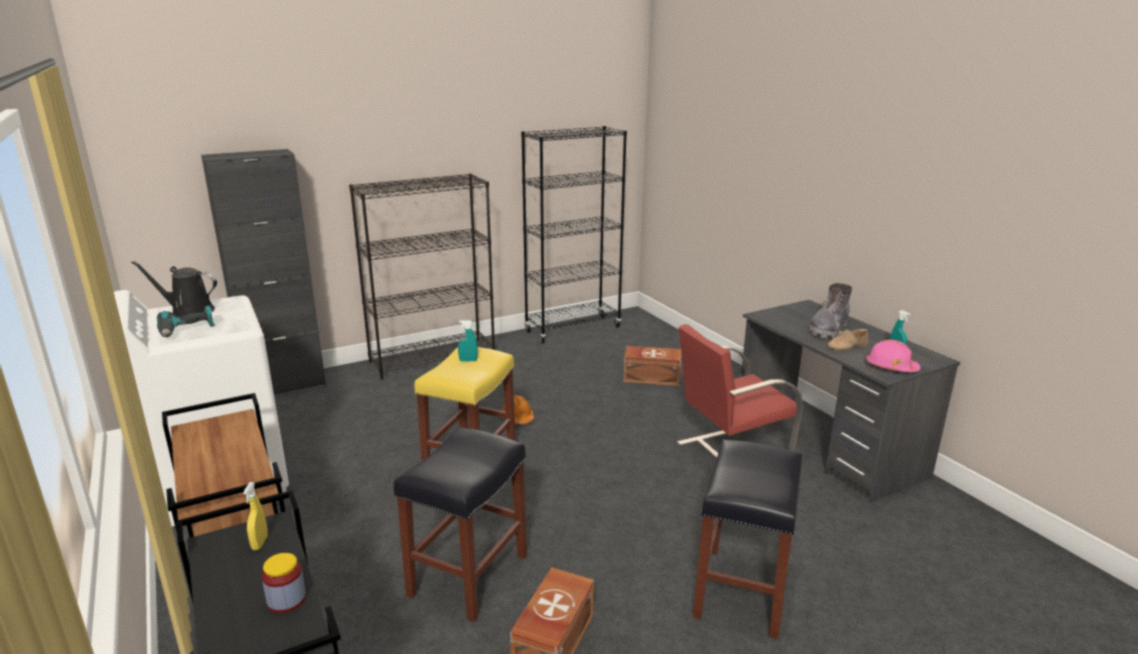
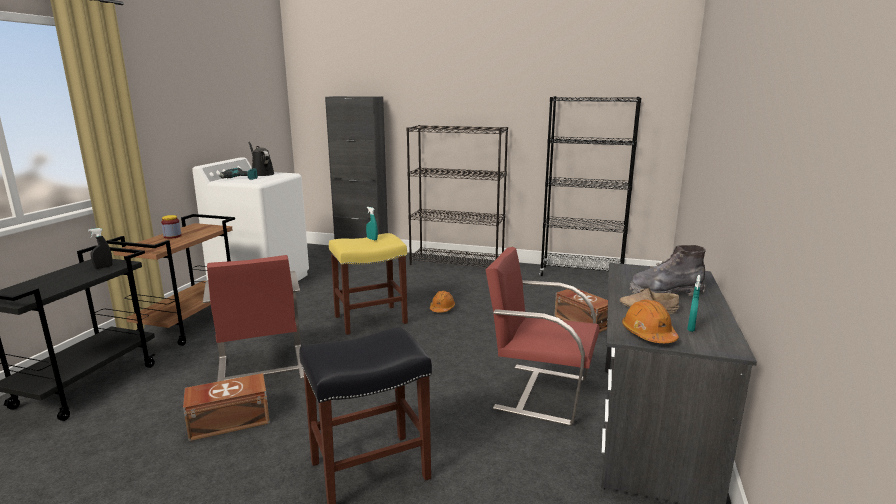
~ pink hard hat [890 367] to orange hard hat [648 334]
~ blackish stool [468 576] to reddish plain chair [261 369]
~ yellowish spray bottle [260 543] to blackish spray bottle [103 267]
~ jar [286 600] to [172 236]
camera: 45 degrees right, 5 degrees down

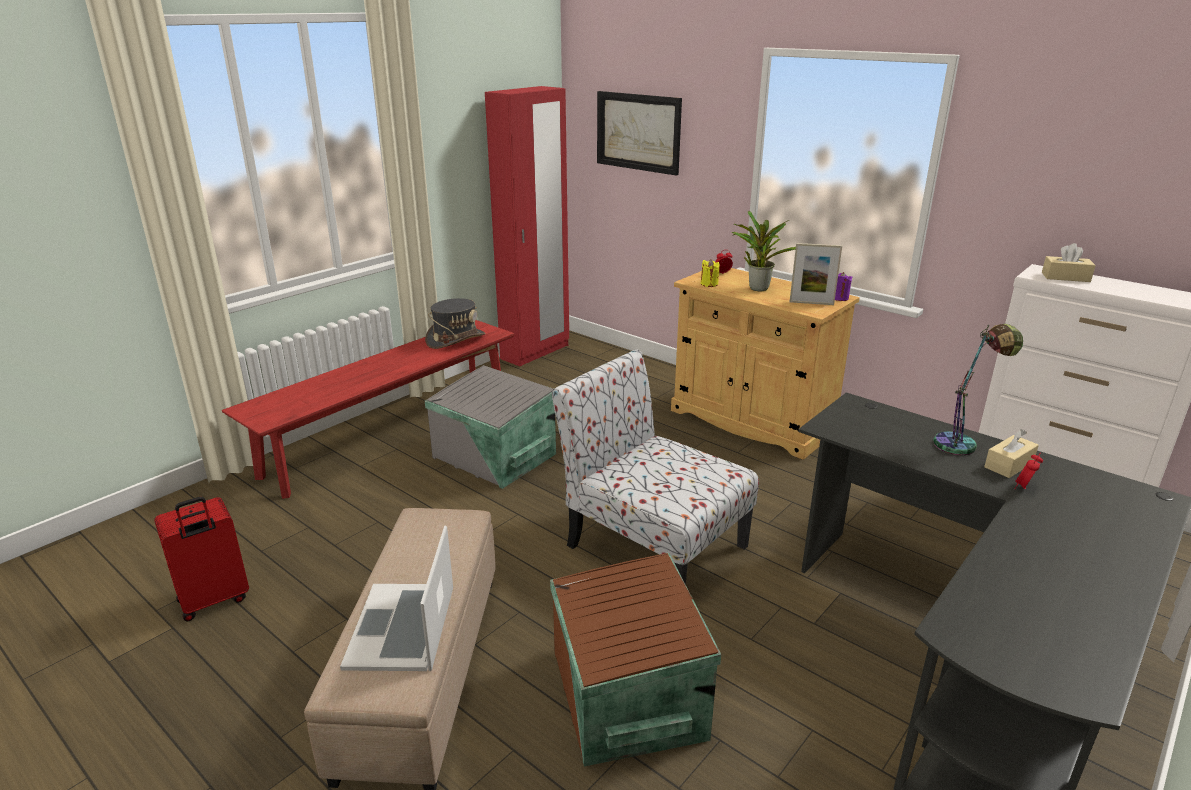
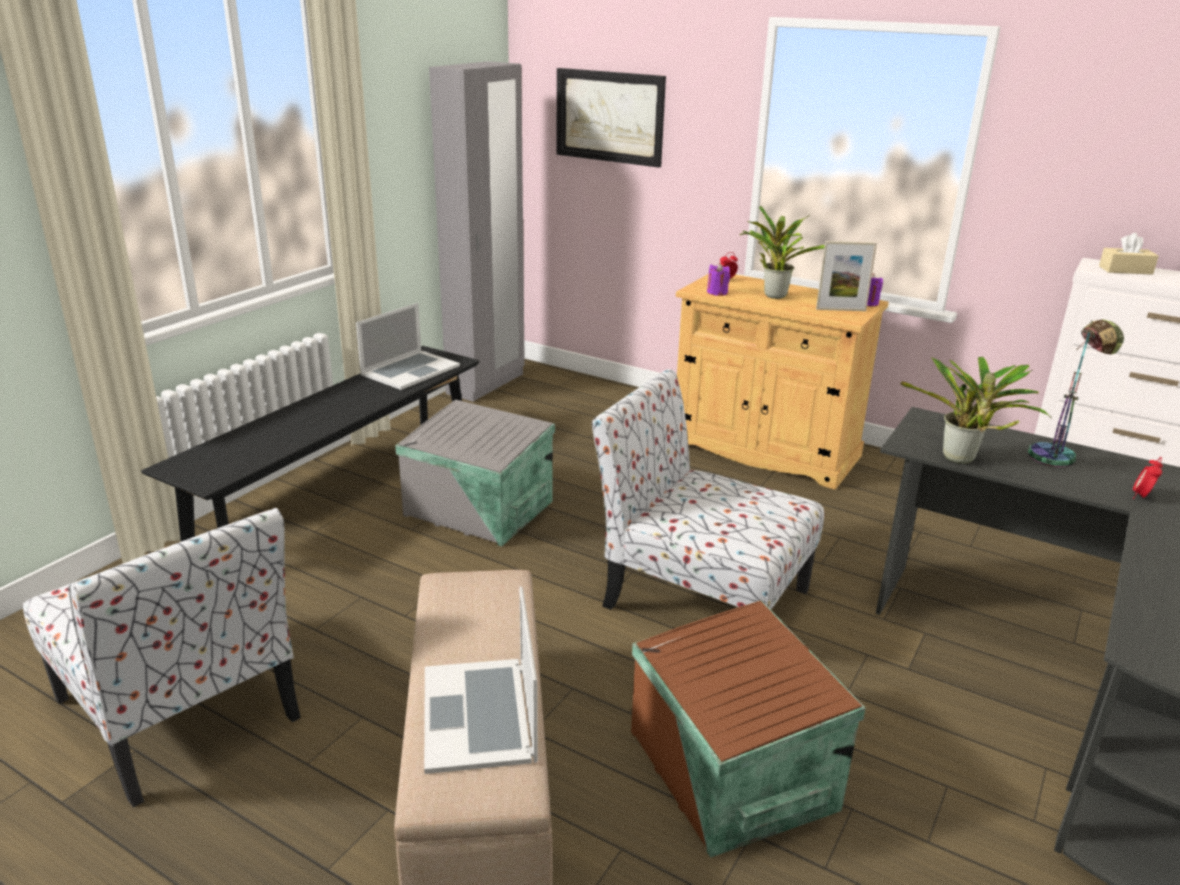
~ reddish wardrobe [535 352] to greyish wardrobe [486 384]
~ yellowish wax candle [709 284] to purplish wax candle [717 292]
~ greyish hat [455 339] to laptop [410 370]
~ reddish indoor bench [391 433] to blackish indoor bench [341 490]
- sand-coloured tissue box [1009 465]
~ reddish suitcase [214 601] to plain chair [180 711]
+ houseplant [961 460]
camera: 10 degrees left, 0 degrees up

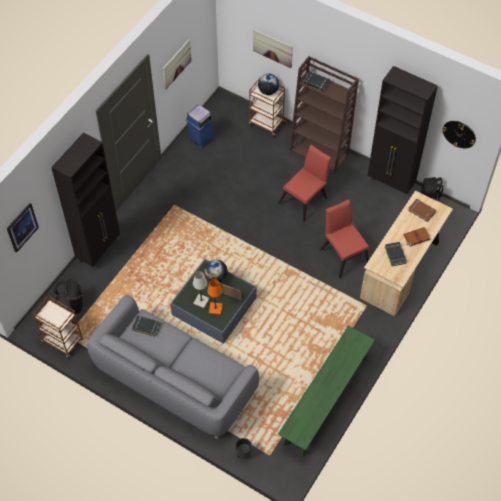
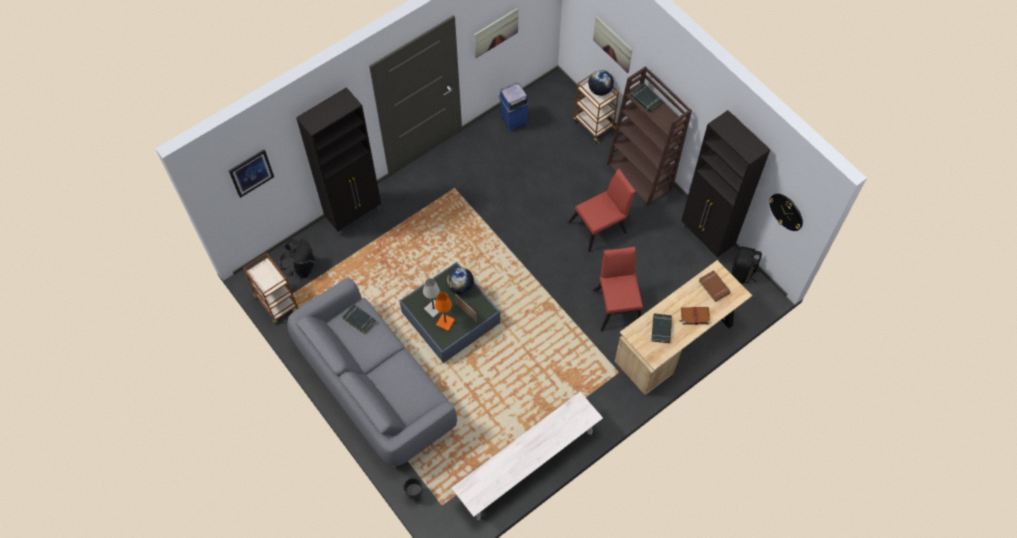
~ greenish indoor bench [325 400] to whitish indoor bench [527 465]
camera: 20 degrees right, 5 degrees up

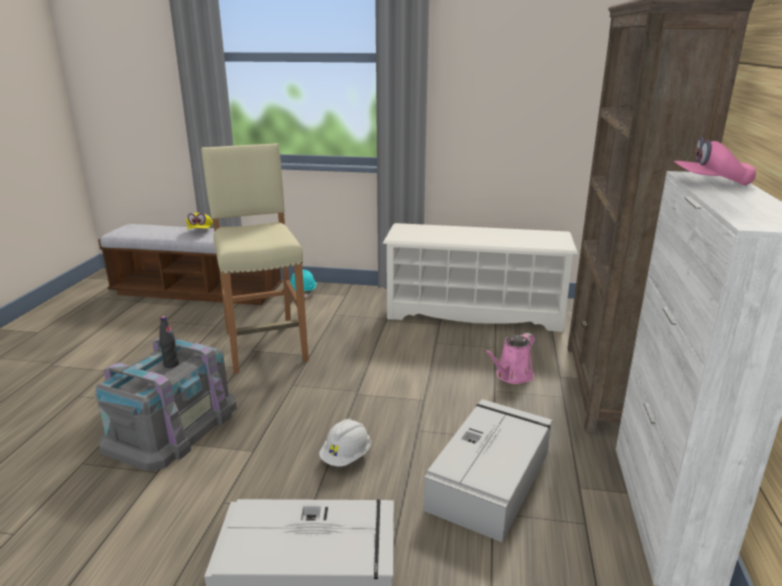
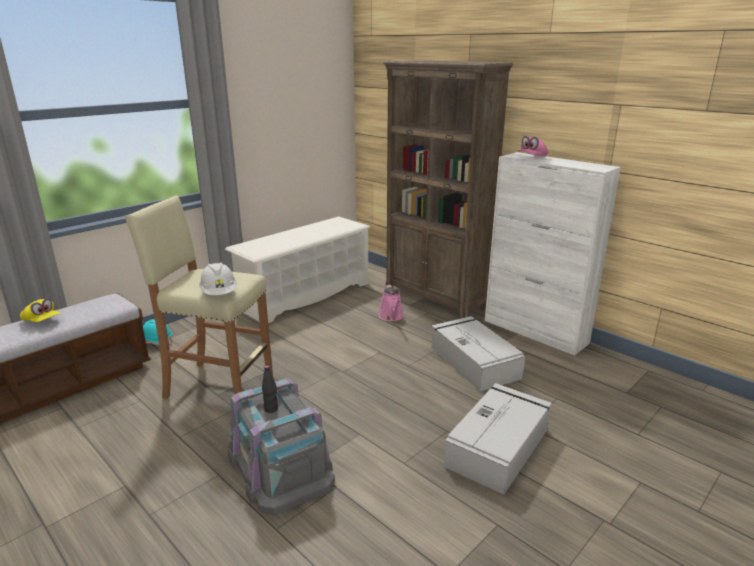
~ whitish hard hat [346 457] to [219 293]
camera: 55 degrees left, 0 degrees up

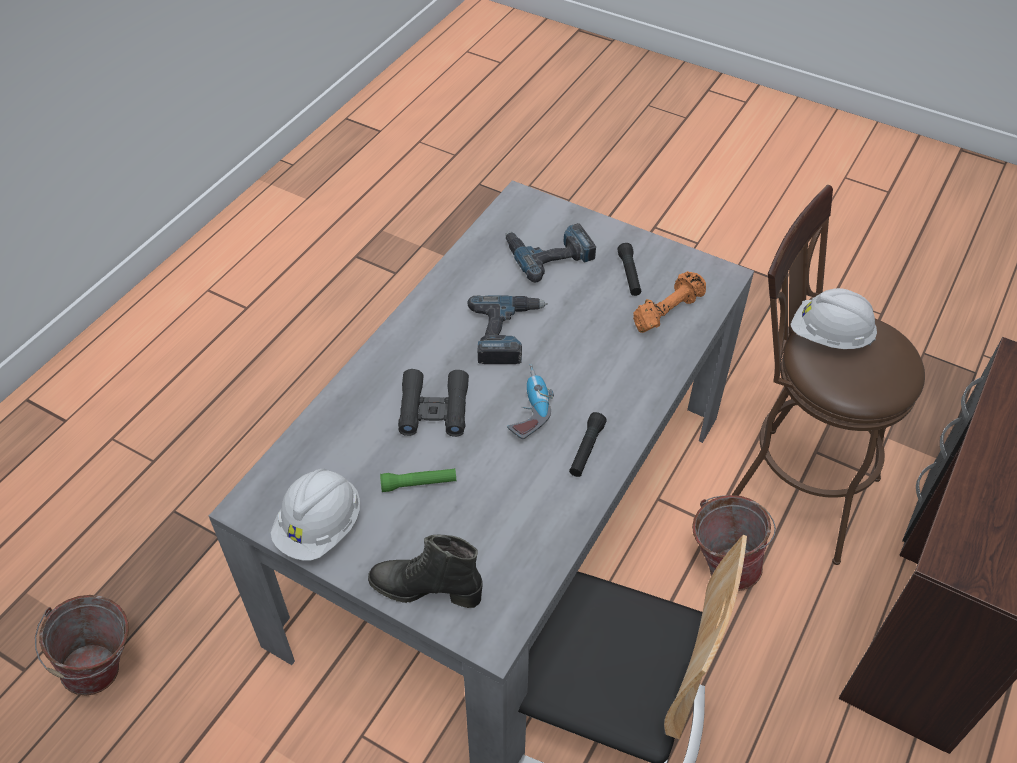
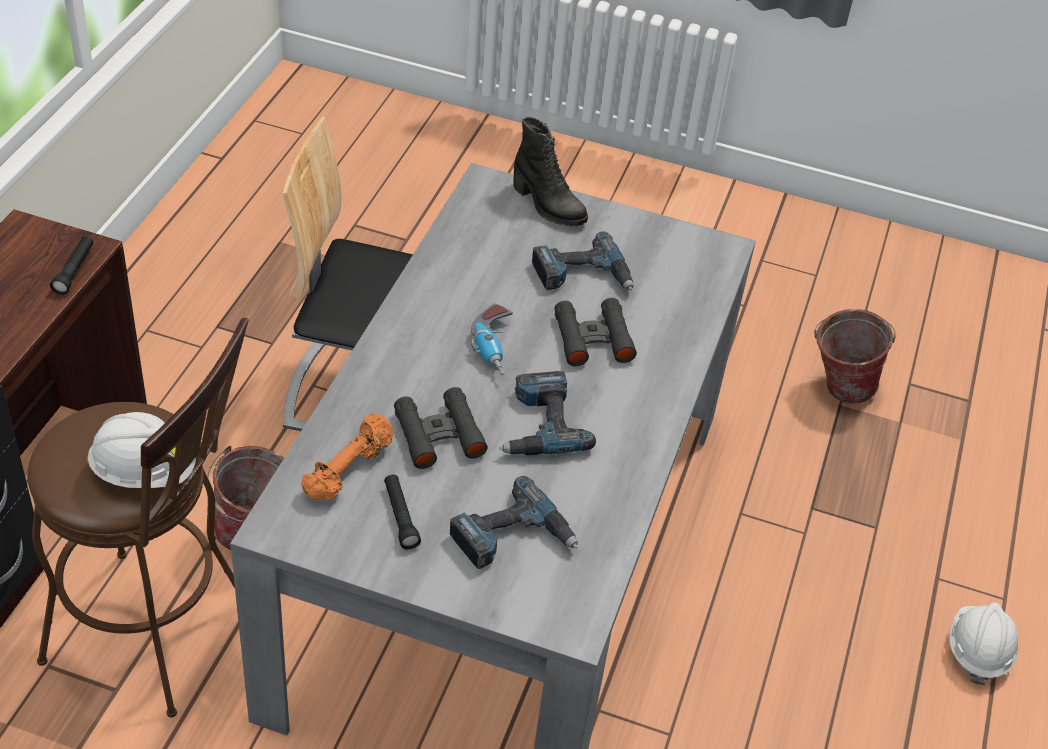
~ blackish hand torch [586 450] to [74 270]
~ greenish hand torch [419 484] to drill [582 275]
~ whitish hard hat [320 528] to [977 651]
~ blackish boot [426 589] = [547 206] 45 degrees clockwise
+ blackish field glasses [438 434]
camera: 165 degrees right, 5 degrees down

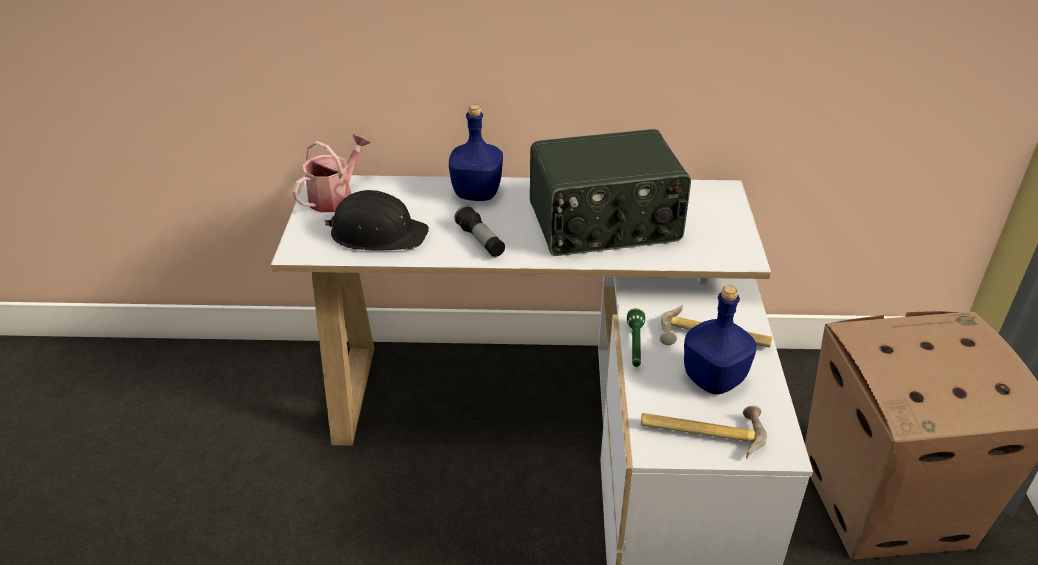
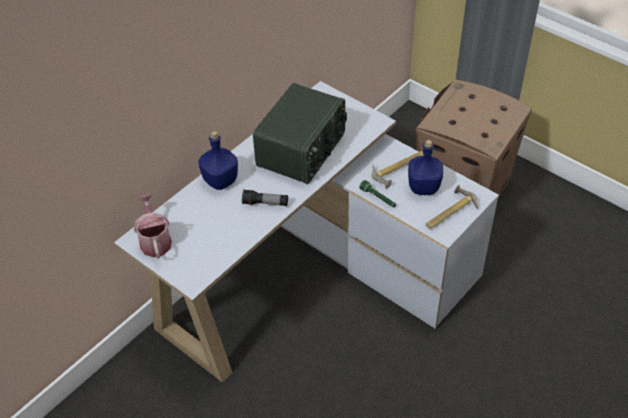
- blackish hard hat [377 233]
camera: 50 degrees left, 10 degrees up

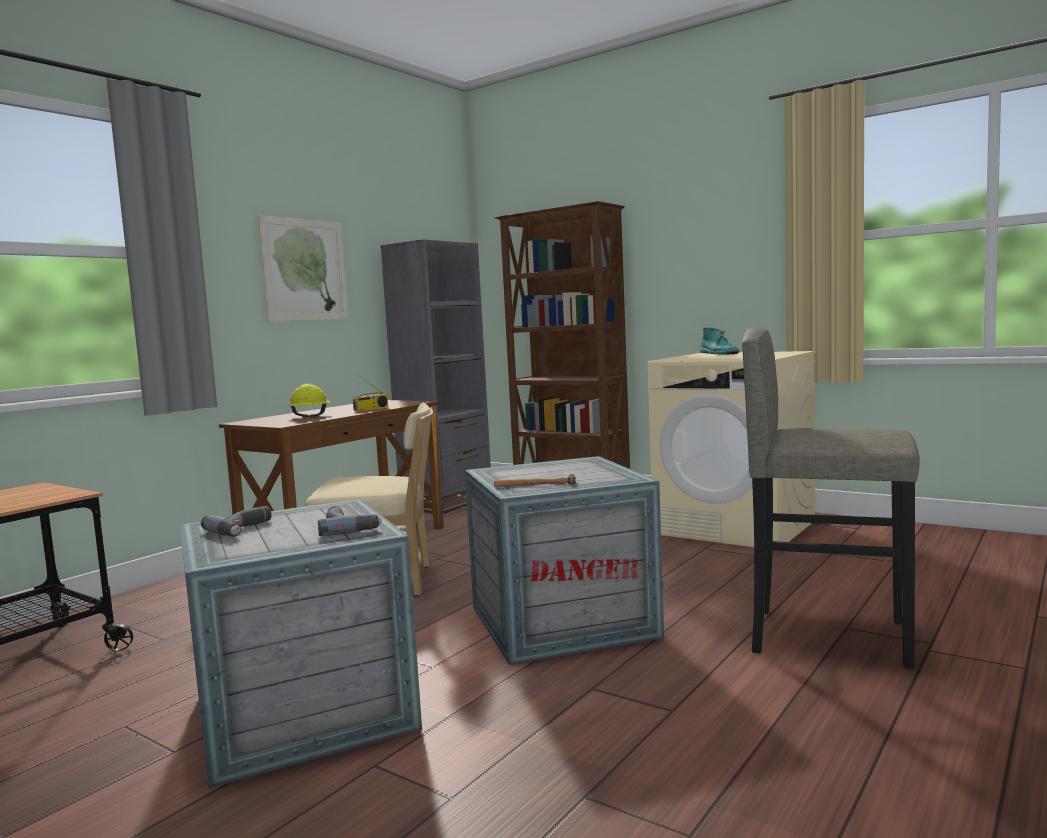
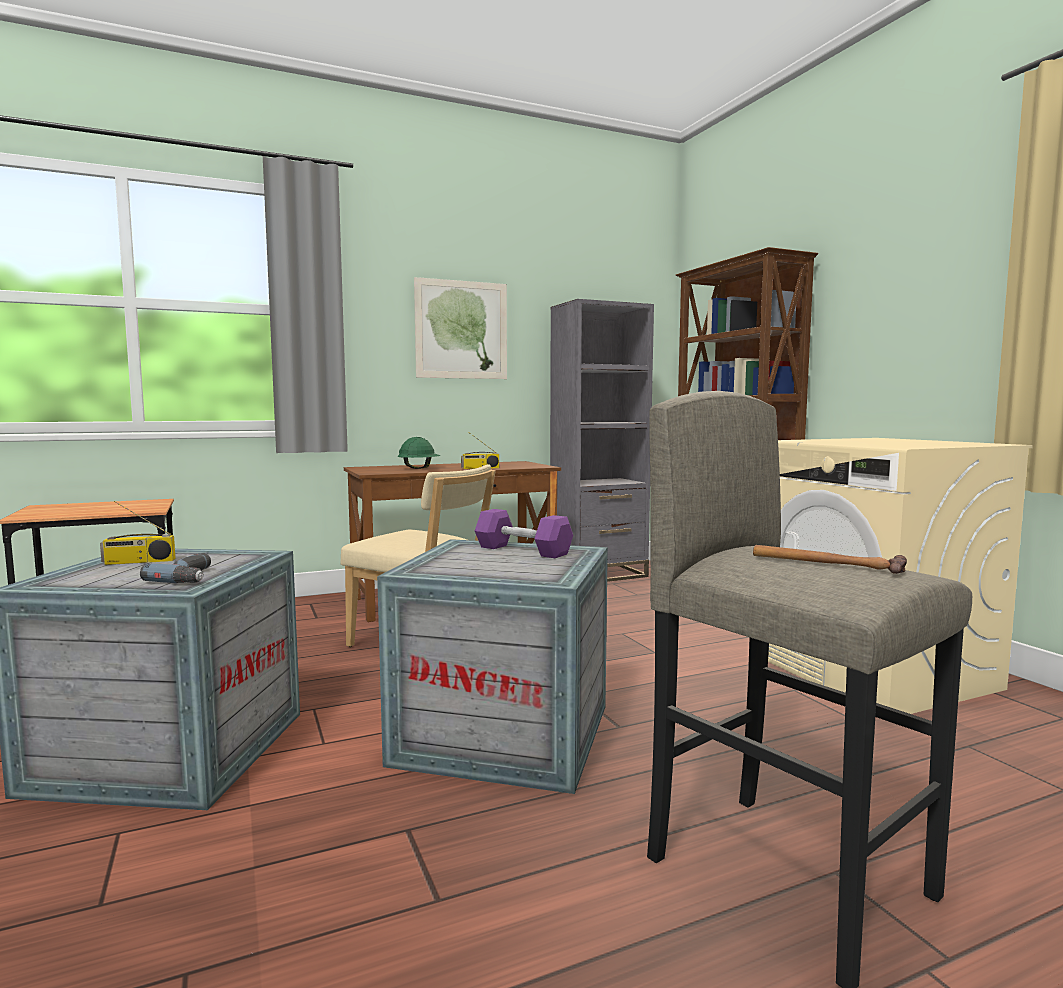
- turquoise-coloured boot [719 353]
~ yellowish hard hat [310 416] to greenish hard hat [419 468]
~ tool hammer [535 485] to [826 563]
~ drill [245 529] to radio [138 562]
+ purplish dumbbell [523 550]
camera: 30 degrees right, 0 degrees up

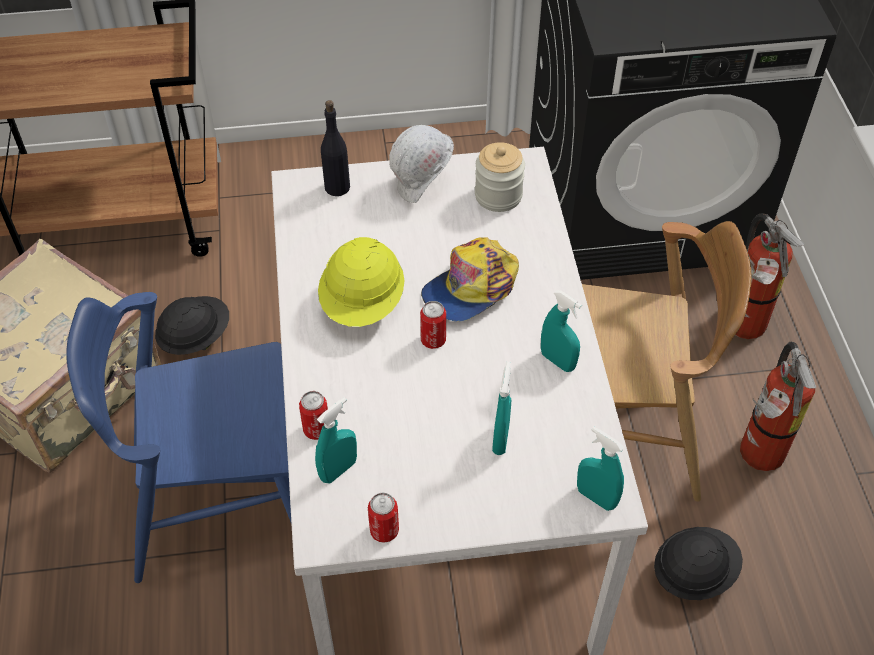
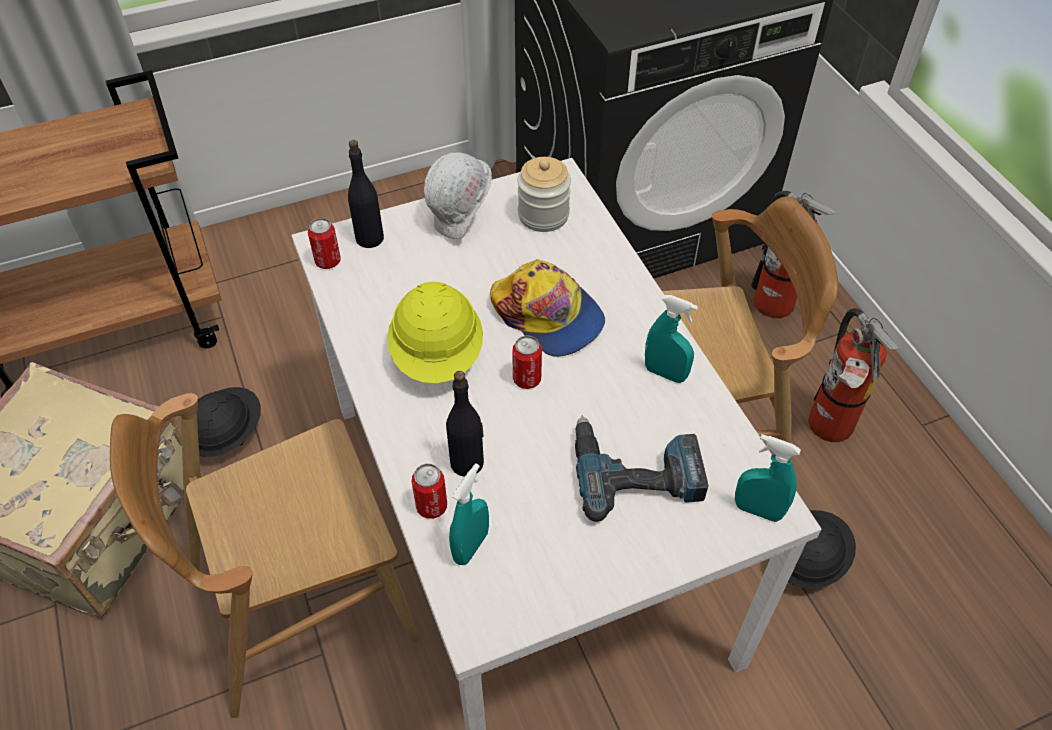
~ peaked cap [471 287] = [548 315] 75 degrees counterclockwise
~ blue-coloured plain chair [219 500] to brown-coloured plain chair [301 603]
~ turquoise-coloured spray bottle [500 439] to drill [635 470]
~ sealed can [384 531] to [328 261]
+ blackish drink bottle [467 462]
camera: 15 degrees left, 0 degrees up

